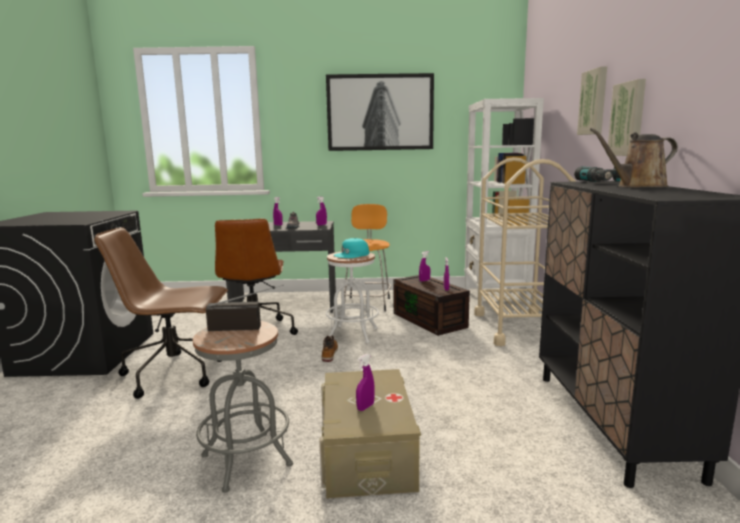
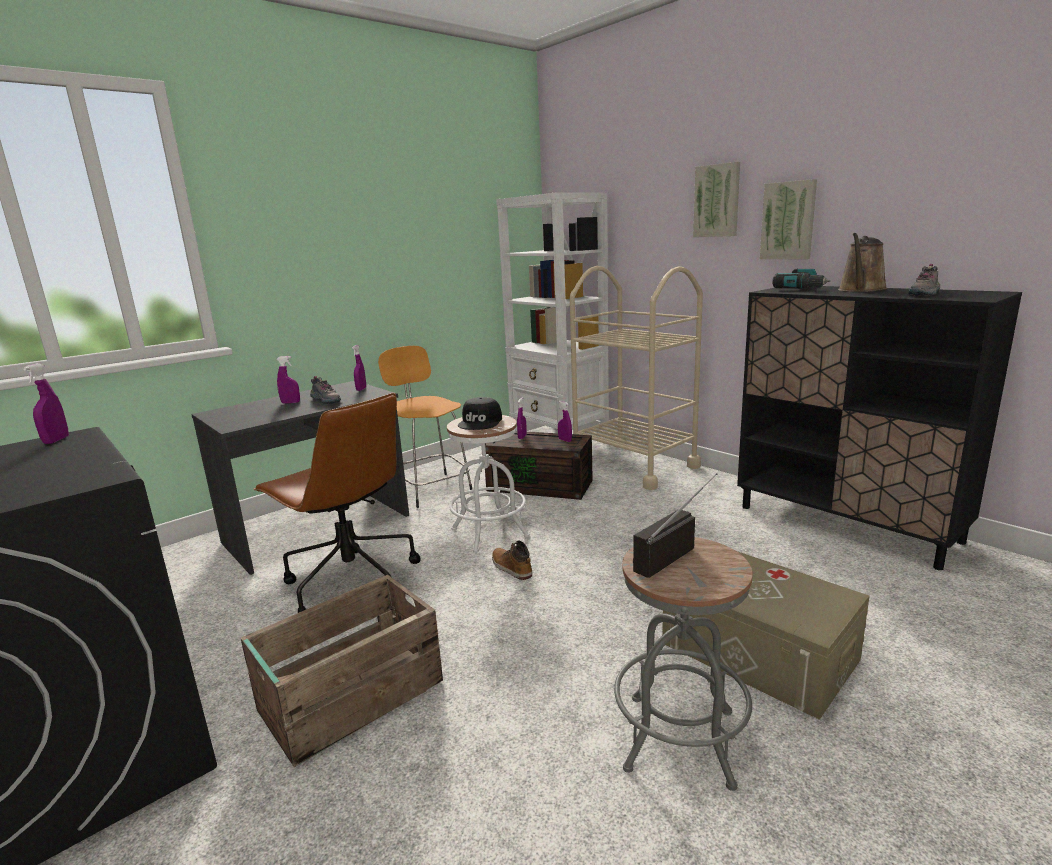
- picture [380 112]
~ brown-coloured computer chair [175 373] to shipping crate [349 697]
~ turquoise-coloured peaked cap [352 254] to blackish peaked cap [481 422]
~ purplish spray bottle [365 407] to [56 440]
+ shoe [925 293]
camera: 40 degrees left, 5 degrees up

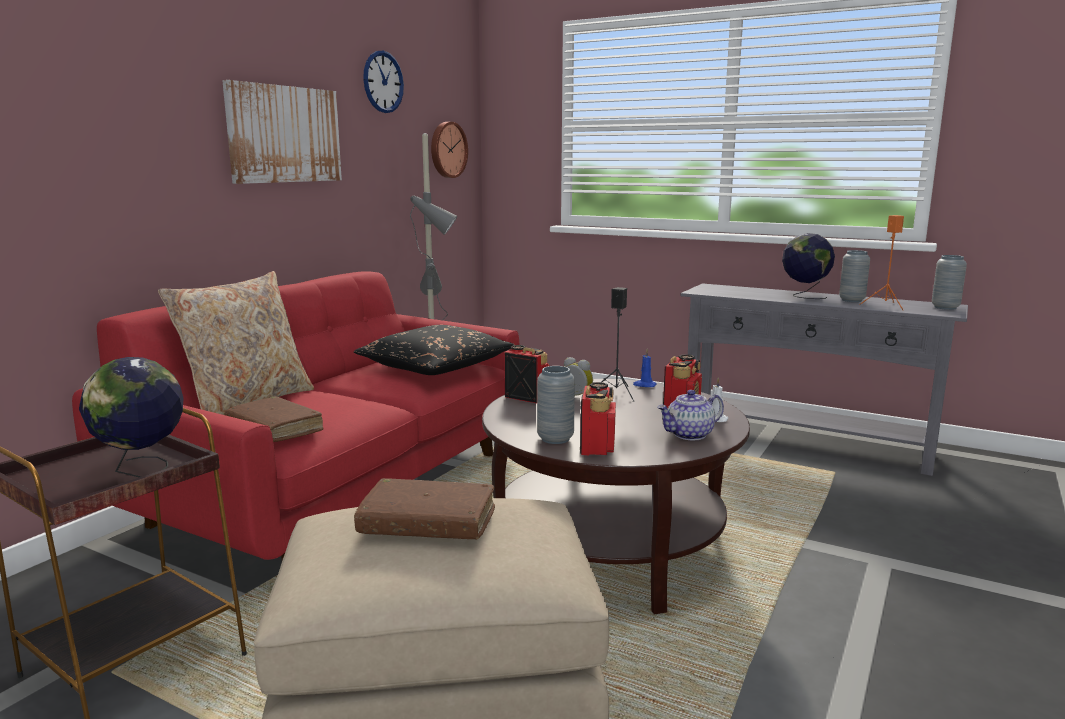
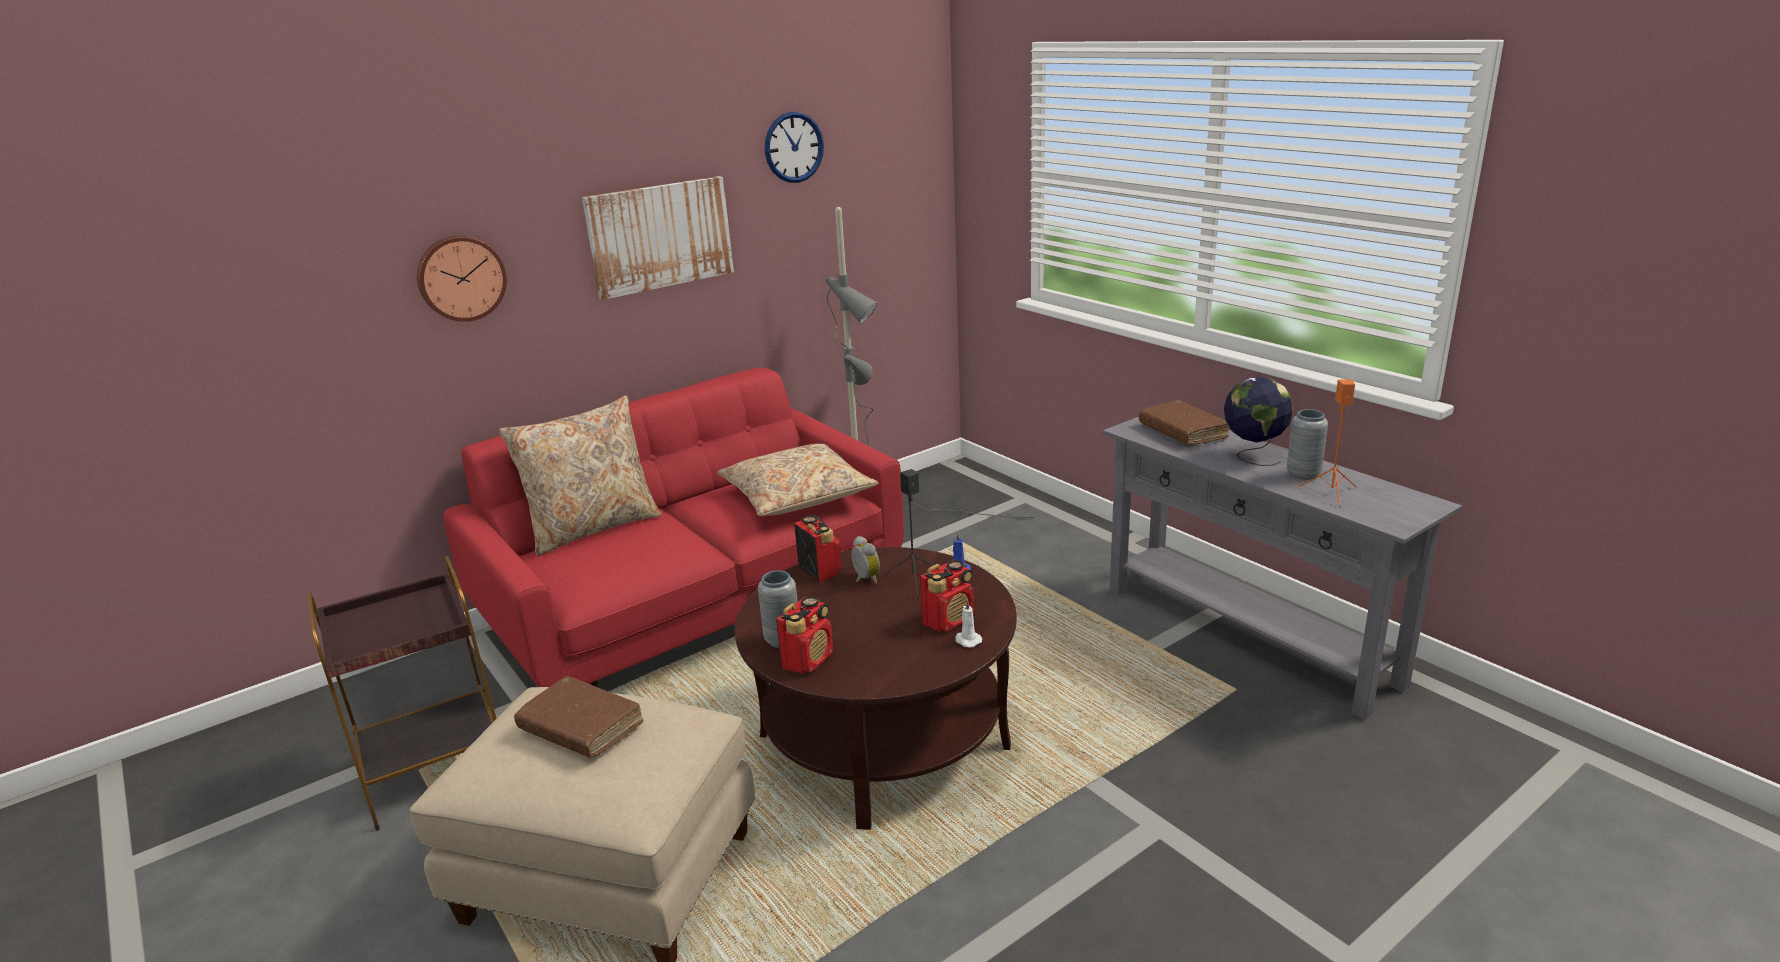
~ hanging clock [447 150] to [461 278]
- greyish vase [945 307]
~ blackish throw pillow [435 366] to sand-coloured throw pillow [797 495]
- globe [142 470]
- teapot [689 435]
~ brown-coloured volume [274 429] to [1182 432]
camera: 25 degrees right, 10 degrees up

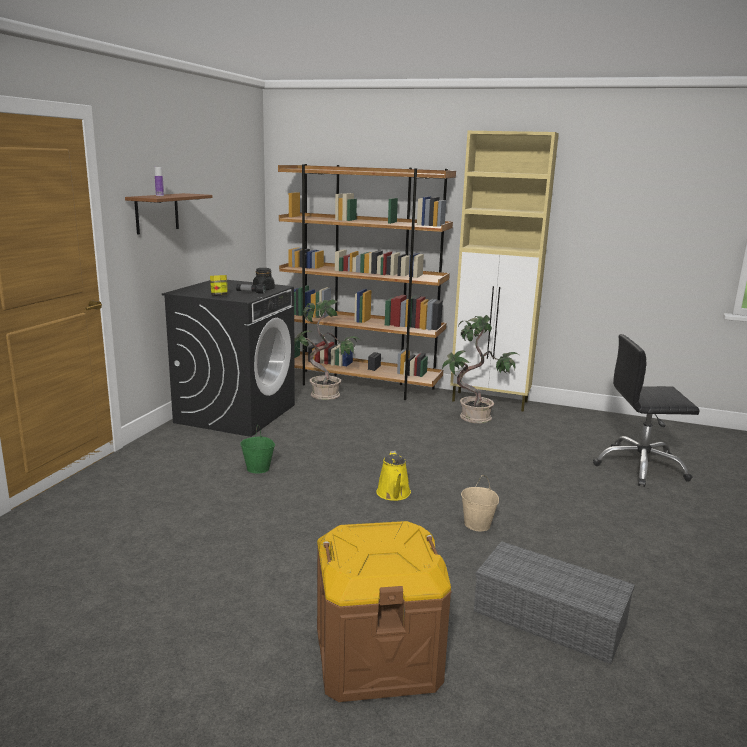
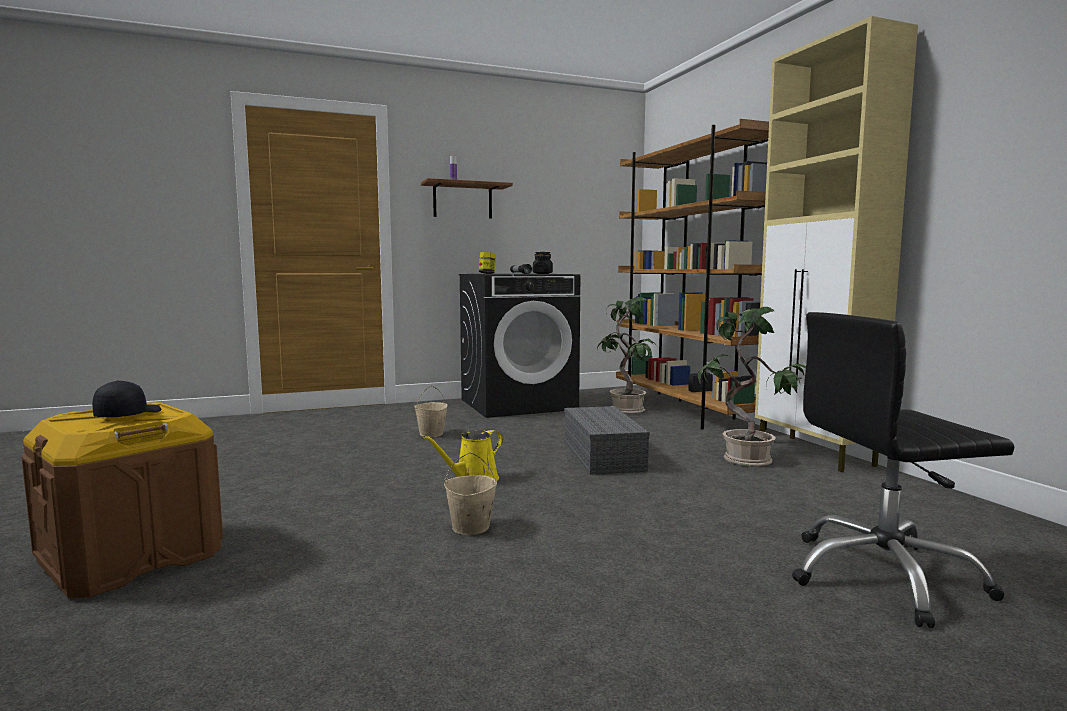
~ blackish computer chair [640 467] = [884 577] 60 degrees counterclockwise
~ greenish water bucket [258 468] to sand-coloured water bucket [431 434]
~ greyish storage container [552 617] to [604 456]
+ blackish peaked cap [127 415]
camera: 50 degrees right, 10 degrees down

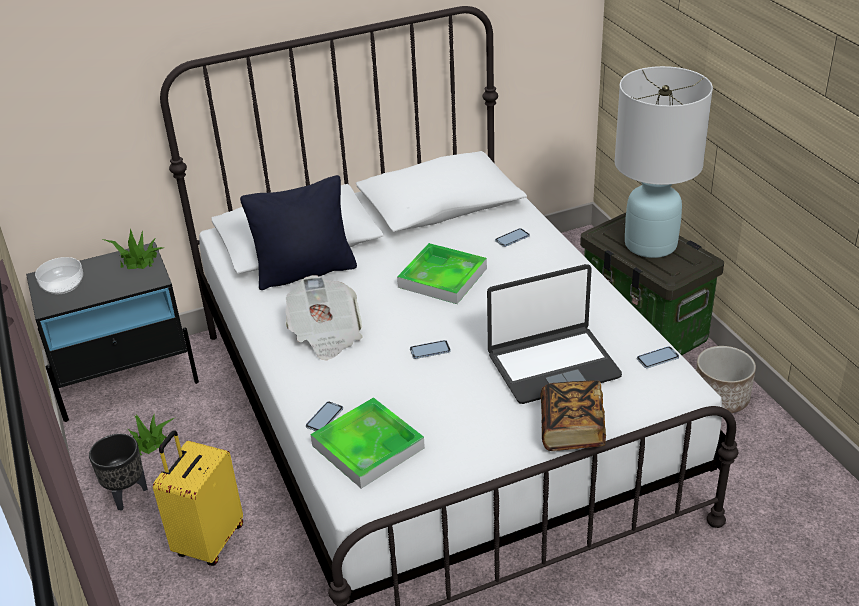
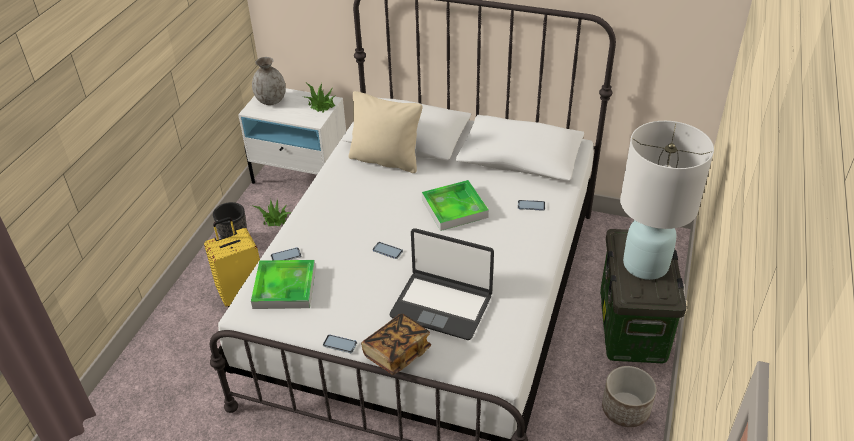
~ blackish throw pillow [305 272] to sand-coloured throw pillow [386 160]
~ blackish bedside table [127 381] to whitish bedside table [302 177]
~ deep dish [62 285] to greyish vase [271 101]
- printed paper [326 334]
~ handset [657 358] to [340 344]
camera: 40 degrees right, 5 degrees up

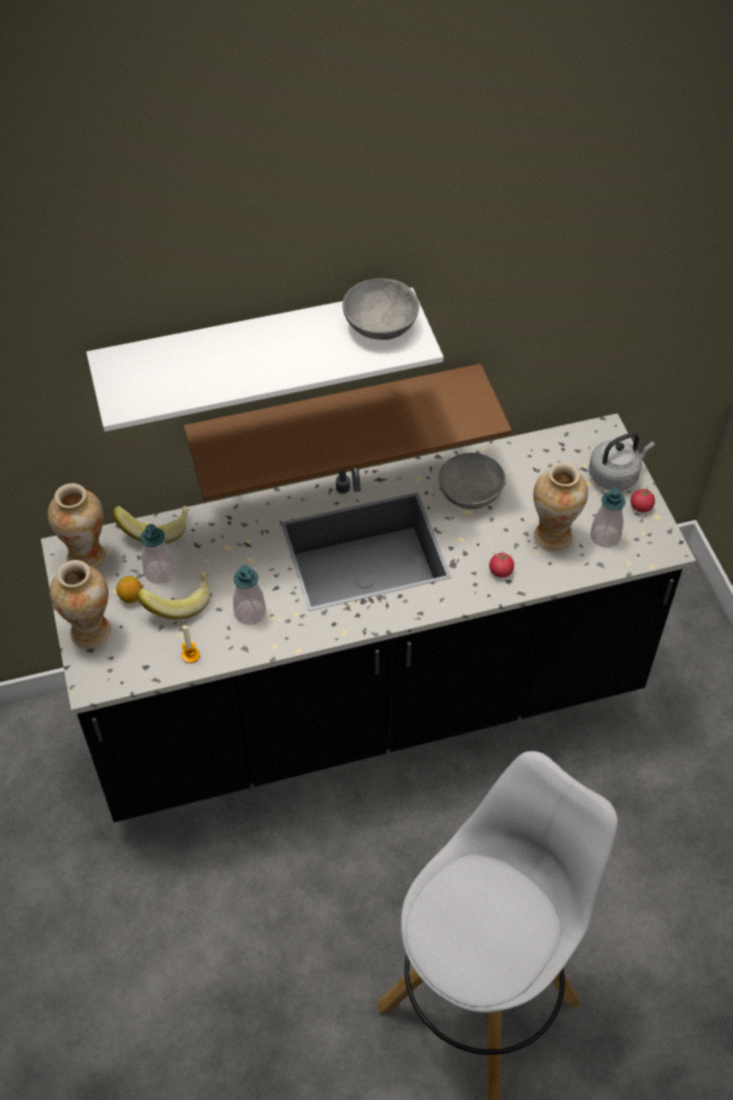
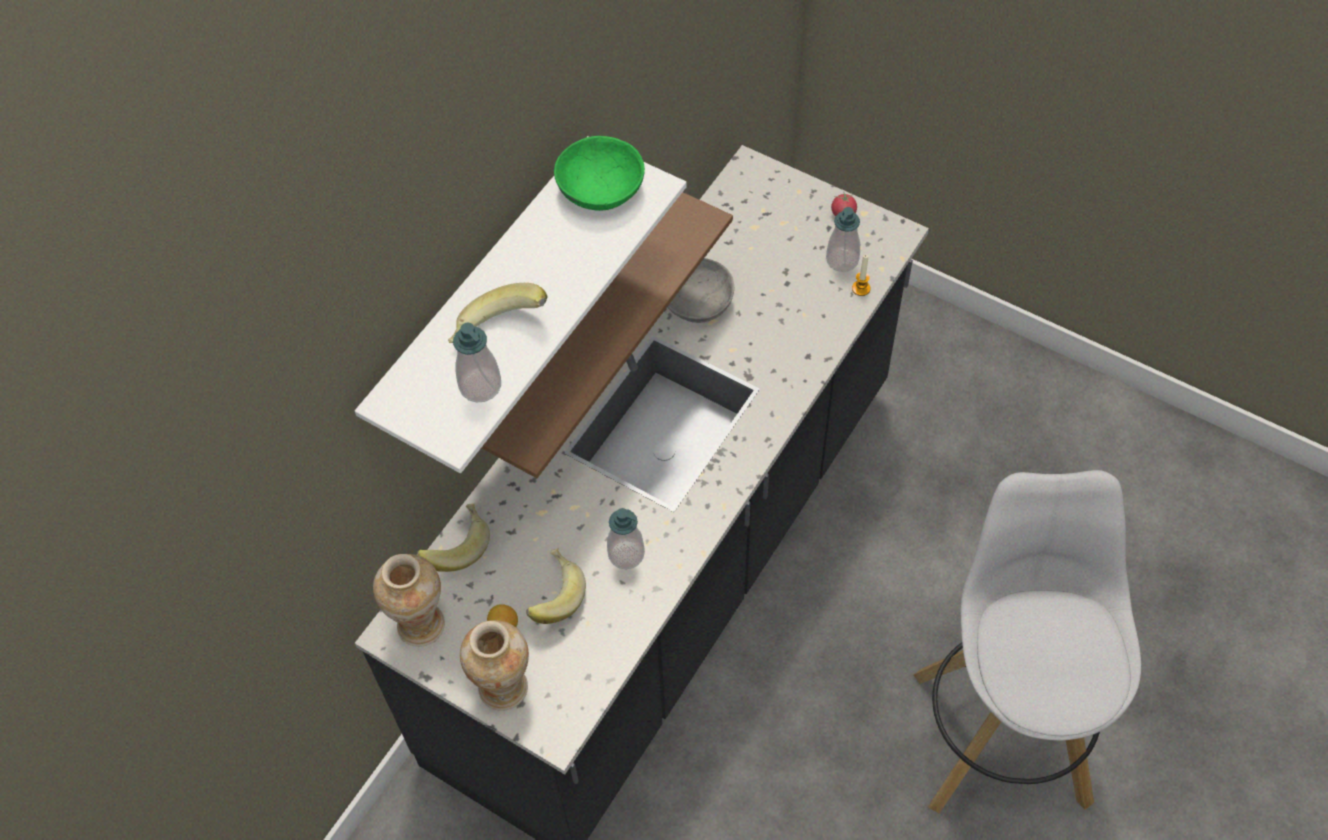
~ greyish deep dish [380 324] to greenish deep dish [600 189]
- greyish tea kettle [615 475]
- vase [552 536]
~ soap dispenser [159 572] to [480 386]
- whole tomato [500 571]
~ wax candle [190 655] to [861 288]
+ banana fruit [499 331]
camera: 40 degrees left, 5 degrees up

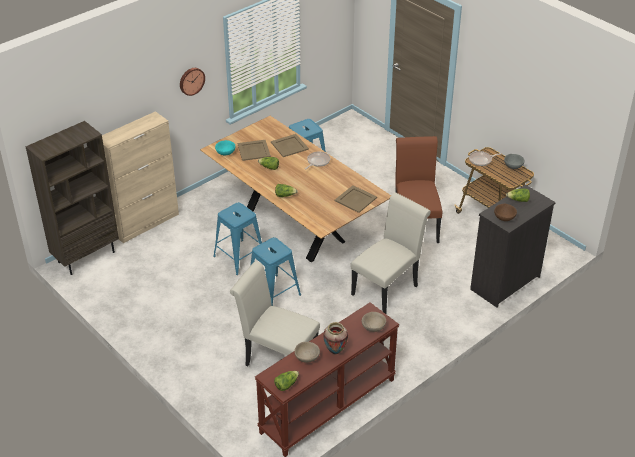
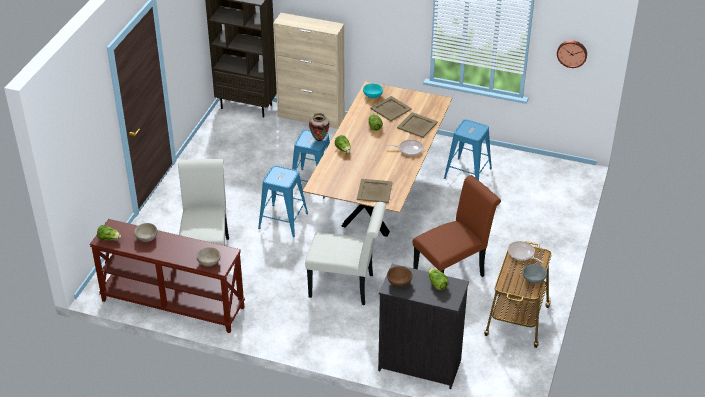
~ hanging clock [191 81] to [572 53]
~ vase [335 351] to [319 139]
camera: 60 degrees right, 0 degrees up

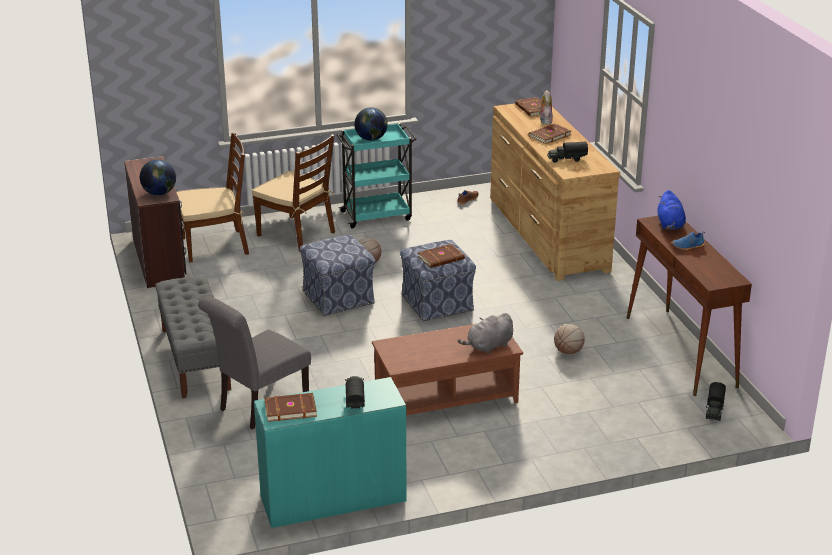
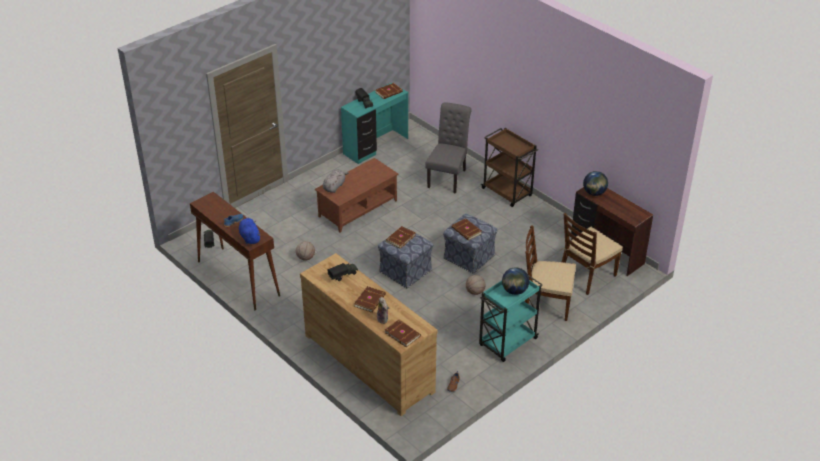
~ greyish indoor bench [195 359] to brown-coloured trolley [507 192]
+ brown-coloured volume [466 231]
camera: 155 degrees right, 10 degrees up

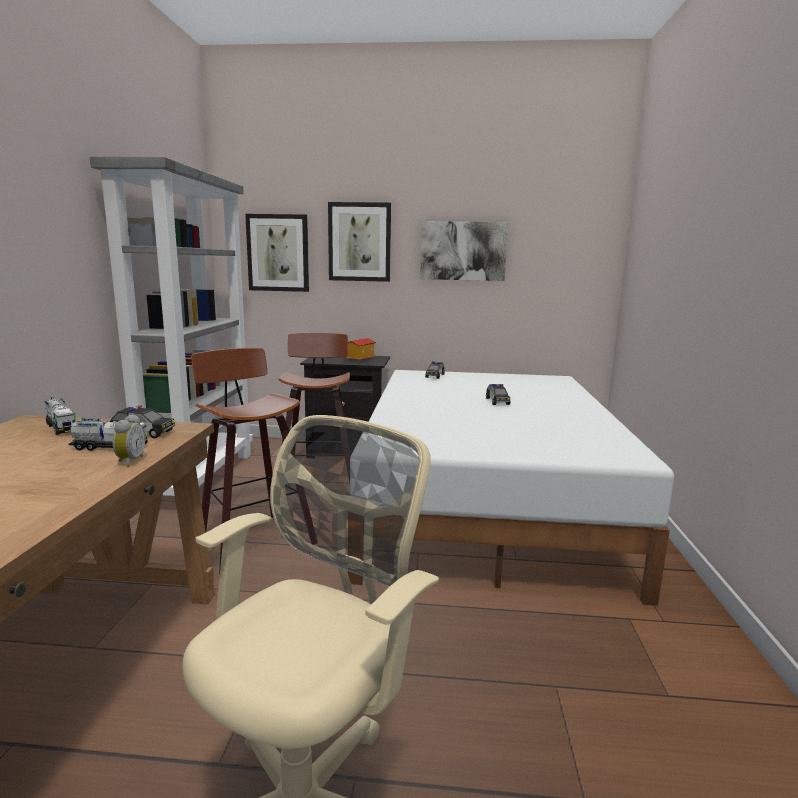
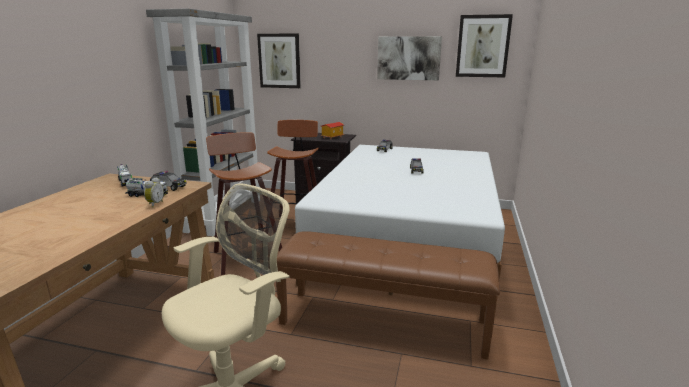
~ picture [359 242] to [483 46]
+ brown-coloured indoor bench [383 321]
camera: 10 degrees right, 5 degrees up

